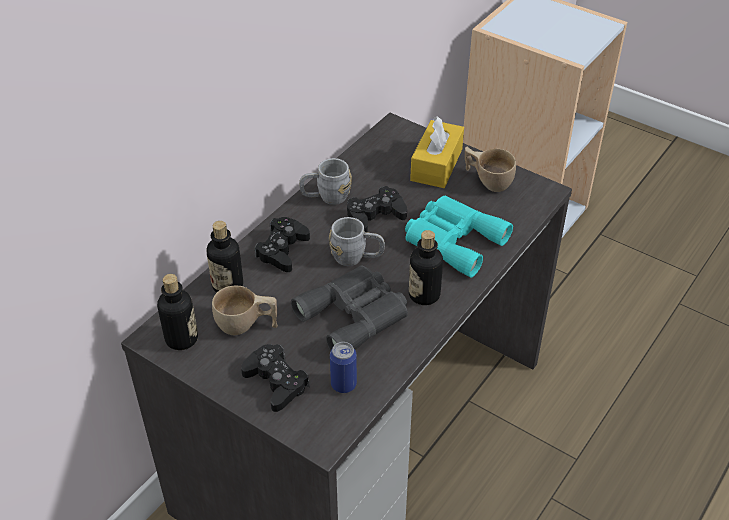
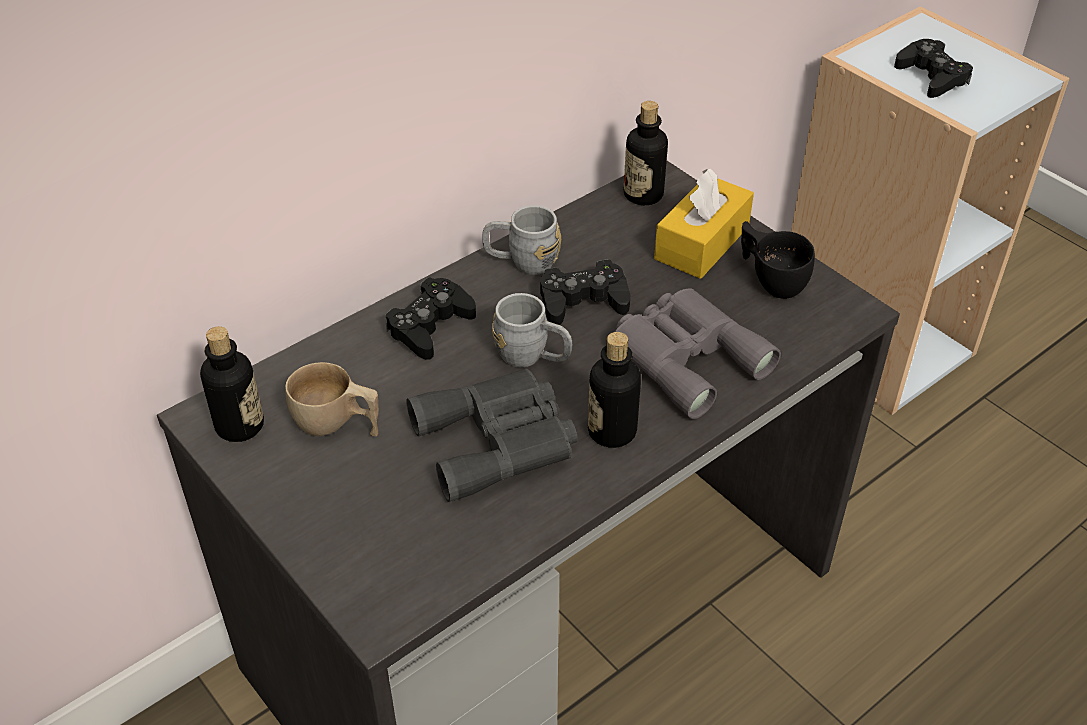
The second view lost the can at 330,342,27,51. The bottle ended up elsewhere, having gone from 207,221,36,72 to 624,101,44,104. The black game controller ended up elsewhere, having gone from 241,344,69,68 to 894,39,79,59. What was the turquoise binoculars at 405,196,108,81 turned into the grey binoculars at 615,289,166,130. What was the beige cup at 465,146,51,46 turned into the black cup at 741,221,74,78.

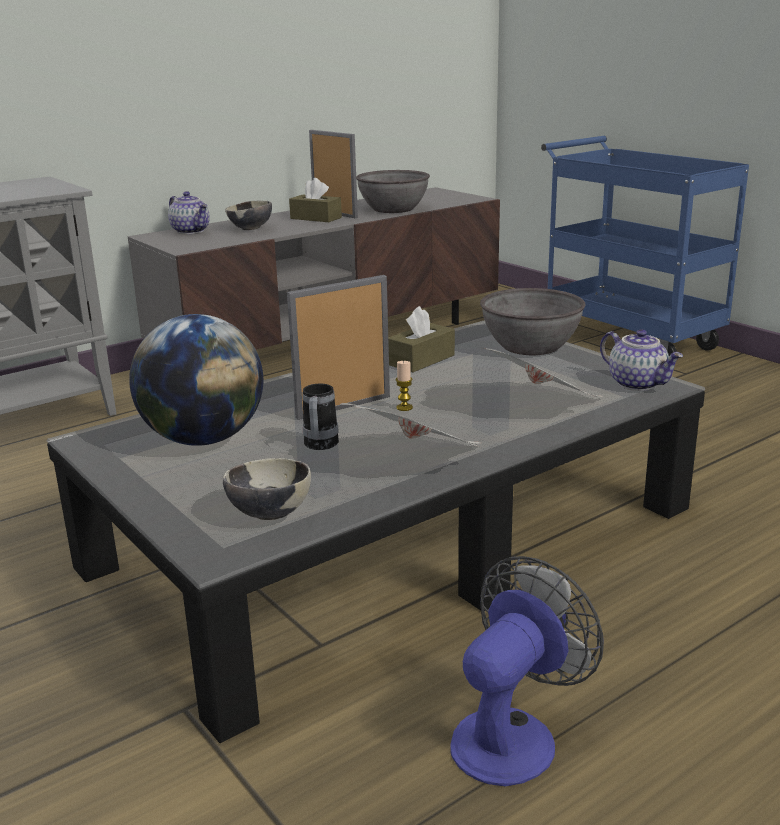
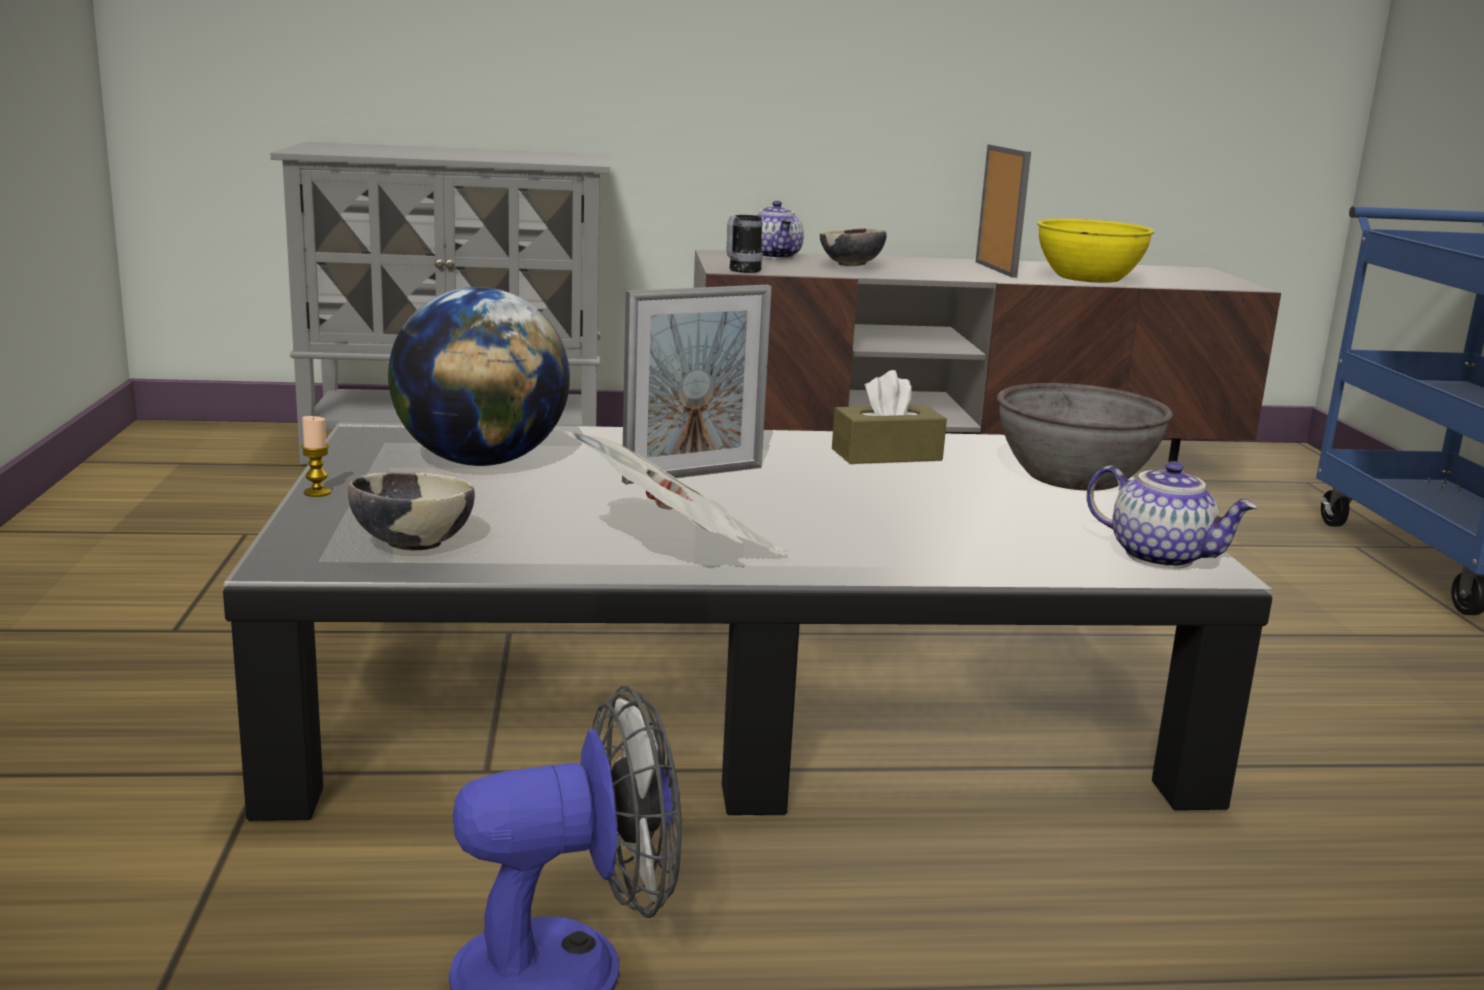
The second view lost the brown tissue box at 289,178,53,44. The second view lost the newspaper at 476,347,127,50. The mug ended up elsewhere, having gone from 302,383,37,67 to 727,215,35,58. The candle ended up elsewhere, having gone from 396,361,17,50 to 301,416,30,81. What was the grey bowl at 356,170,74,43 turned into the yellow bowl at 1037,219,117,64. The picture frame at 287,275,103,145 ended up facing another way, 150 degrees clockwise from before. The teapot at 600,329,83,62 ended up facing another way, 45 degrees counterclockwise from before.

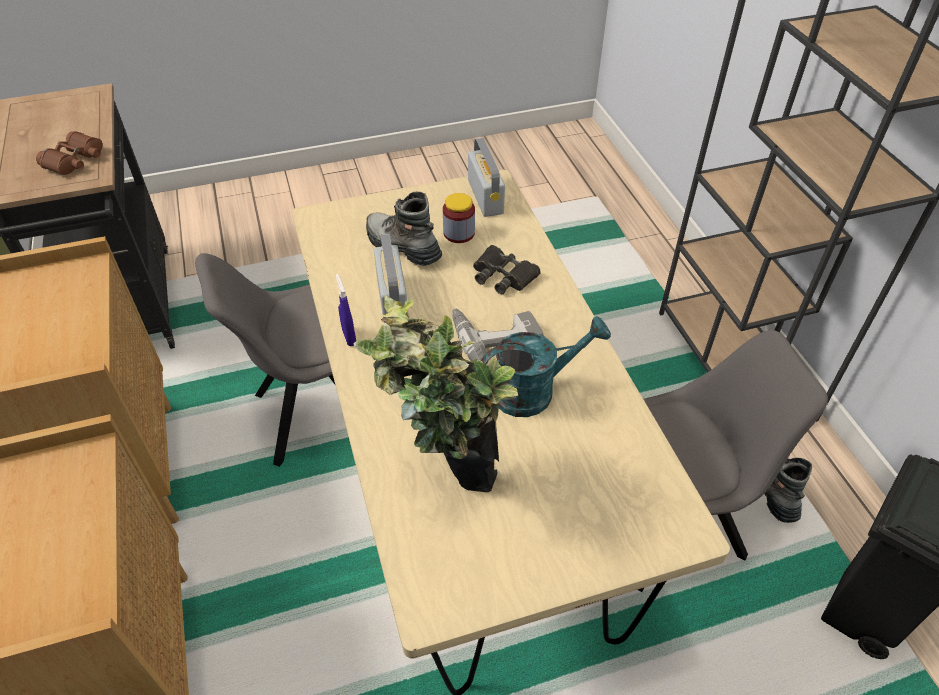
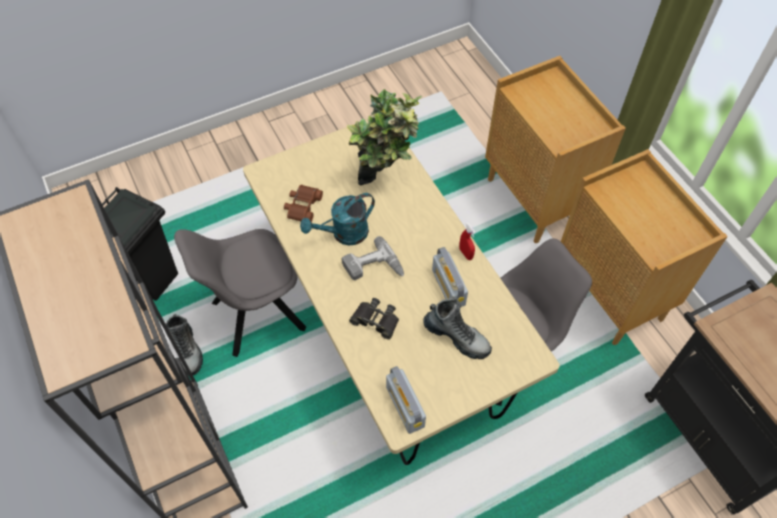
The second view lost the jar at 443,193,32,50. The brown binoculars ended up elsewhere, having gone from 36,131,67,44 to 284,185,39,37. What was the blue spray bottle at 336,274,20,72 turned into the red spray bottle at 459,222,17,38.

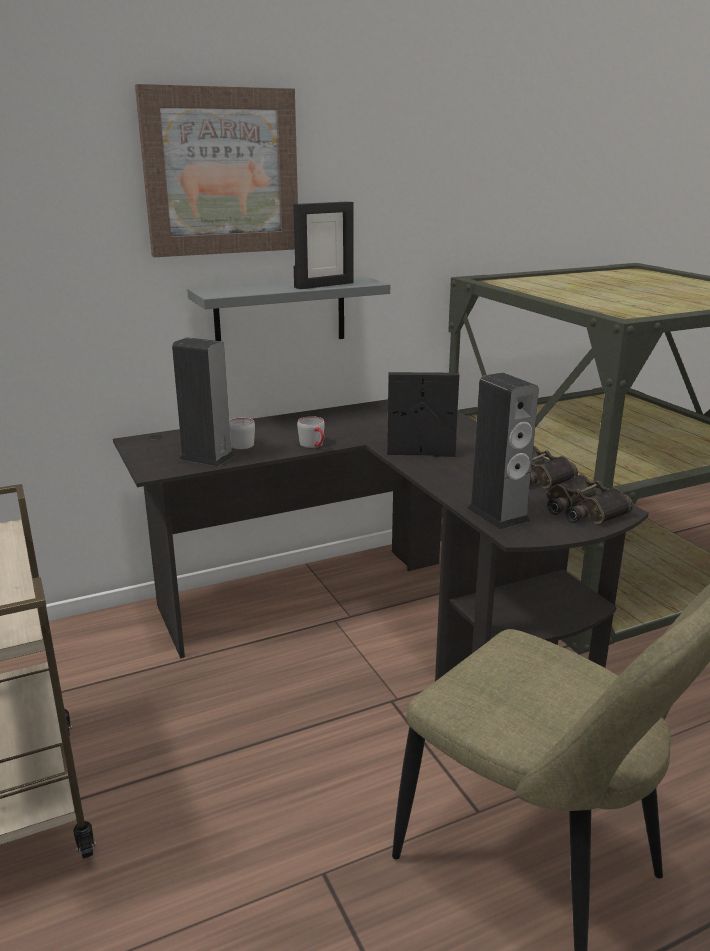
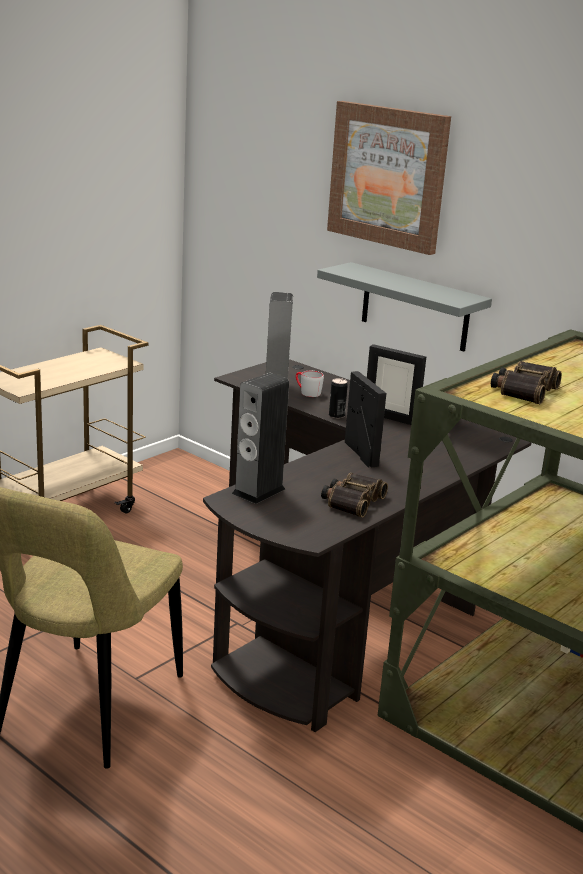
The picture frame ended up elsewhere, having gone from 293,201,60,88 to 367,344,59,81. The binoculars ended up elsewhere, having gone from 547,475,86,49 to 491,361,71,43. Where the grey mug stood at 297,416,28,32, the can came to stand at 329,378,19,40.

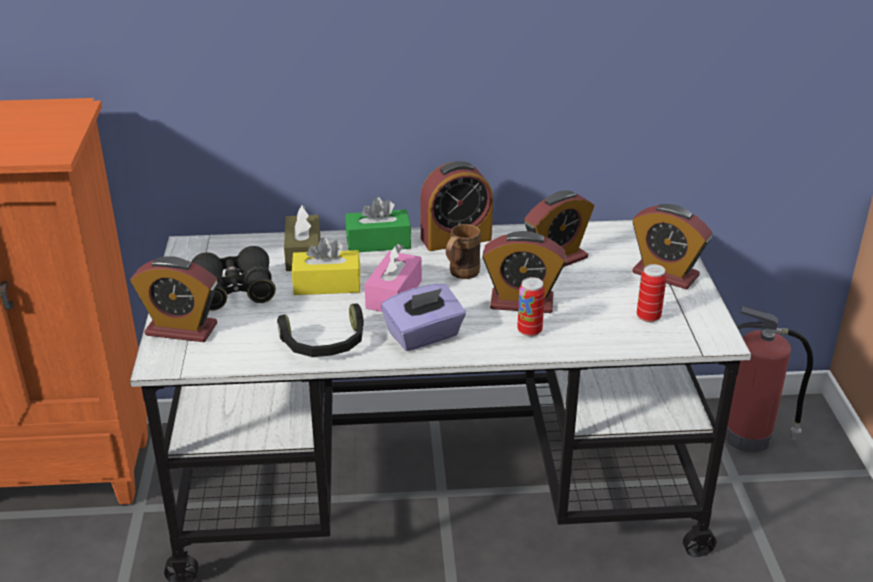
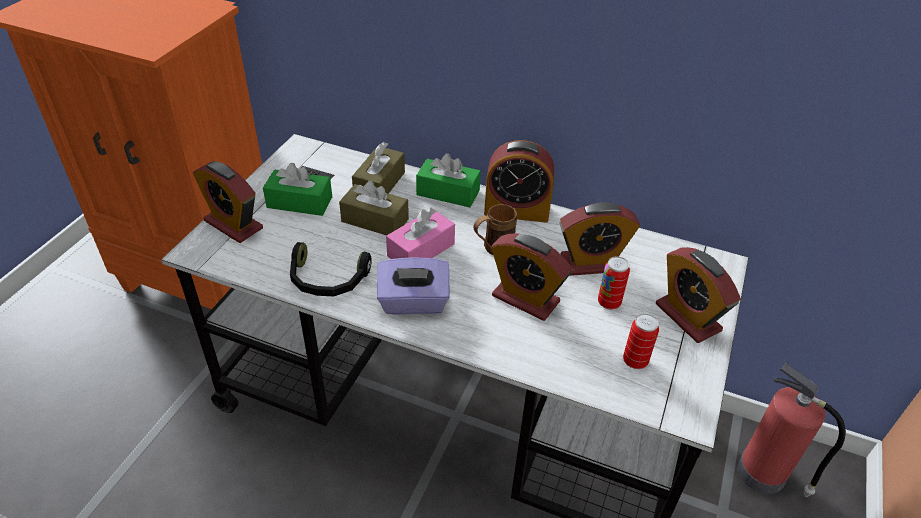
The can ended up elsewhere, having gone from 517,277,28,60 to 598,256,32,53. Where the black binoculars stood at 191,246,85,65, the green tissue box came to stand at 263,163,69,53. What was the yellow tissue box at 292,237,69,58 turned into the brown tissue box at 339,181,70,54.

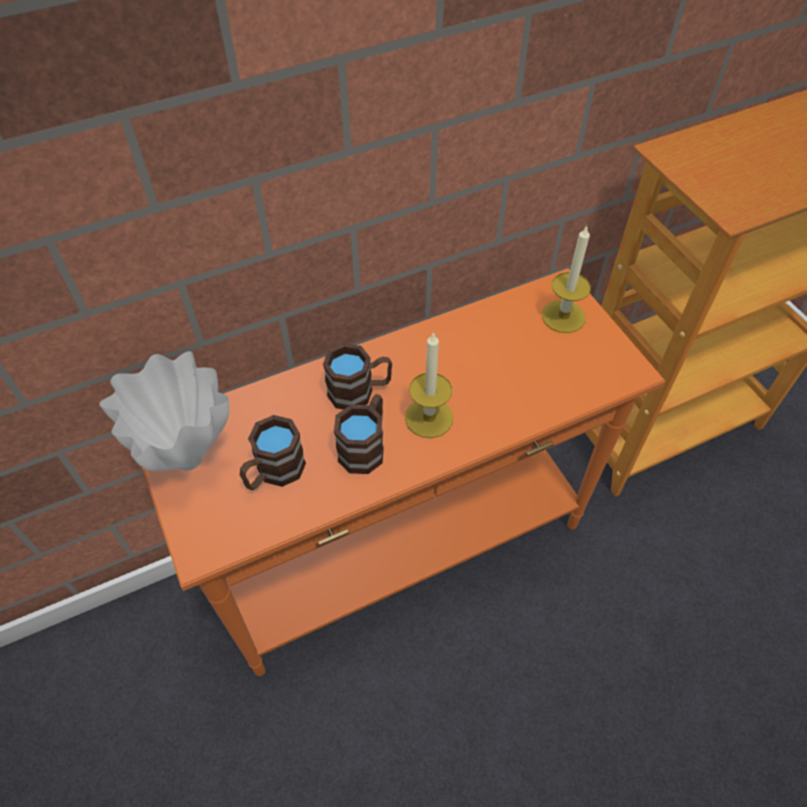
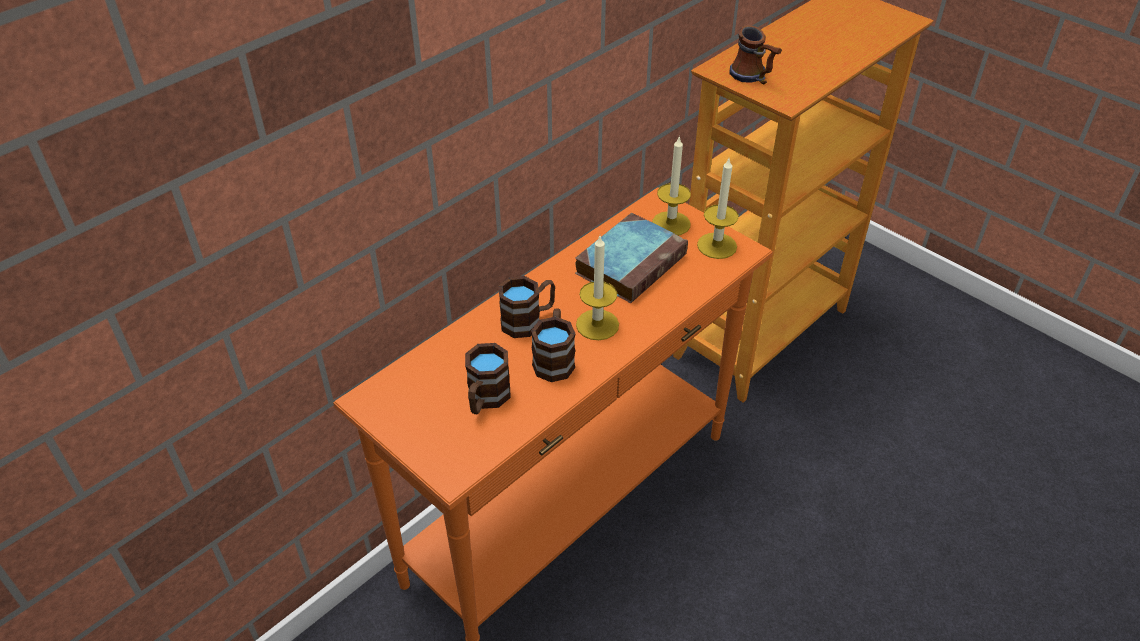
The second view lost the white vase at 99,351,130,120. The second view gained the book at 575,213,113,90. The second view gained the candle at 697,158,42,101. The second view gained the mug at 729,25,53,59.

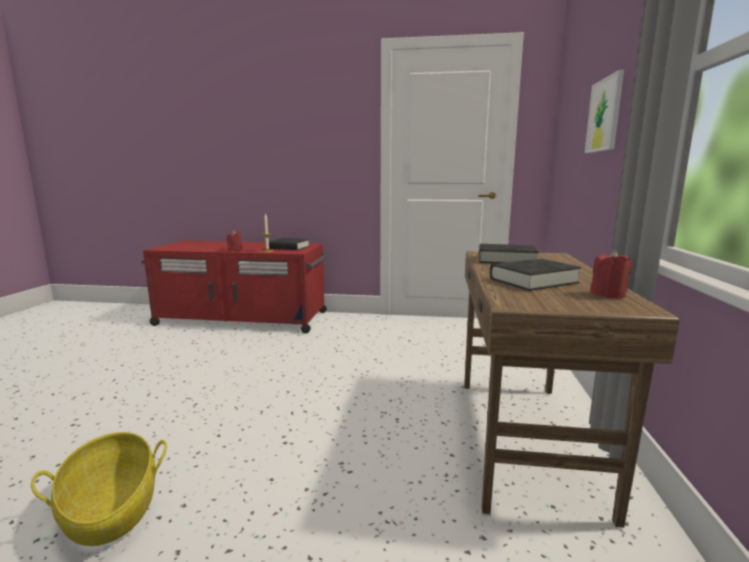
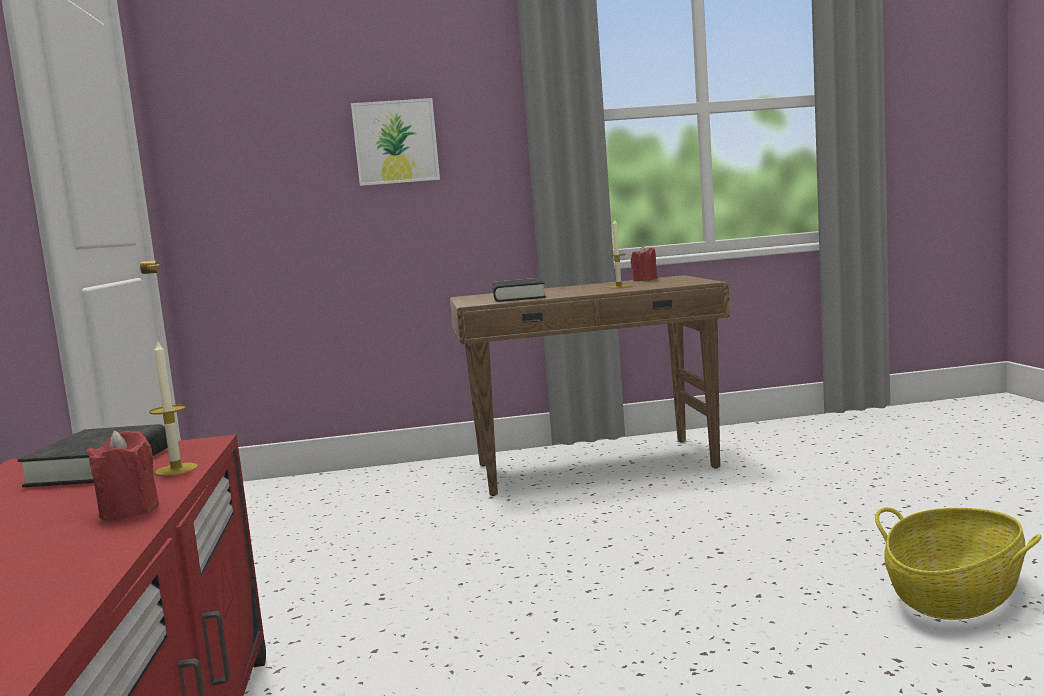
Where the black book stood at 490,259,91,32, the candle came to stand at 608,218,21,70.

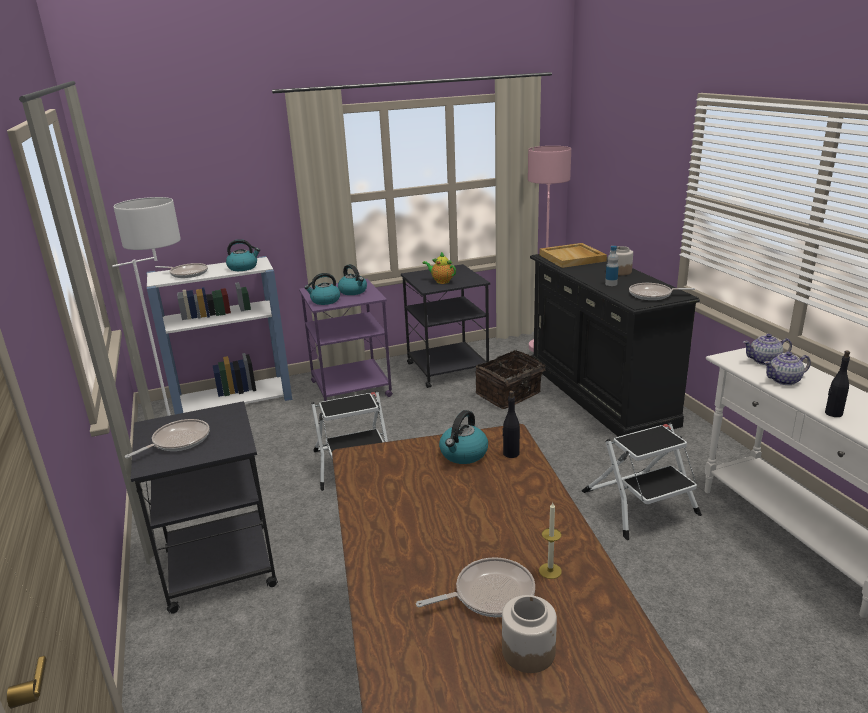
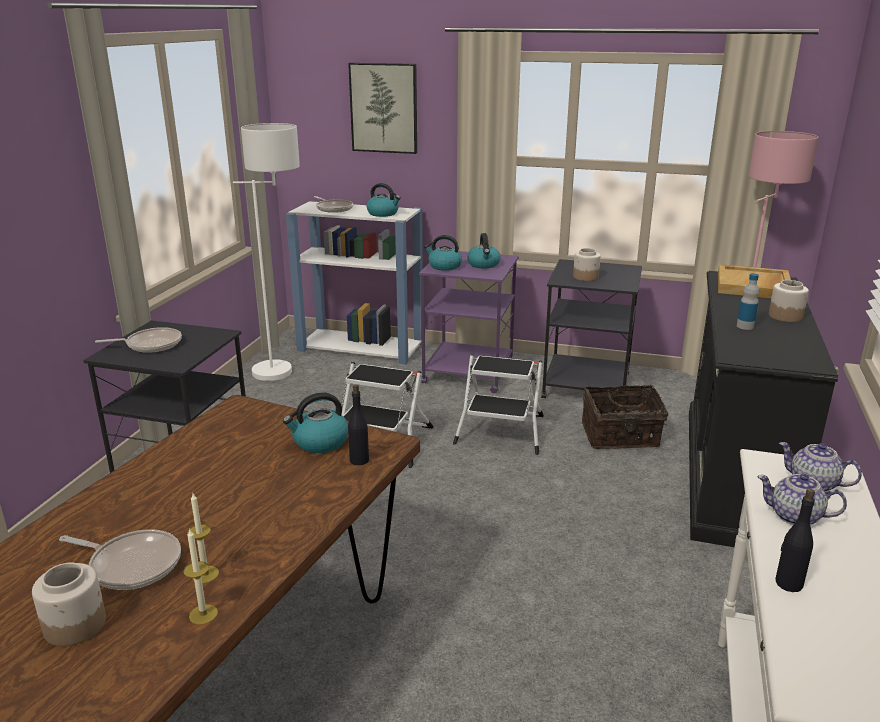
The second view lost the frying pan at 629,283,66,17. The second view gained the candle at 183,530,35,95. The second view gained the picture at 348,63,69,91. The step ladder ended up elsewhere, having gone from 582,422,120,118 to 453,354,91,101. Where the teapot stood at 422,252,34,32, the jar came to stand at 573,248,28,33.

